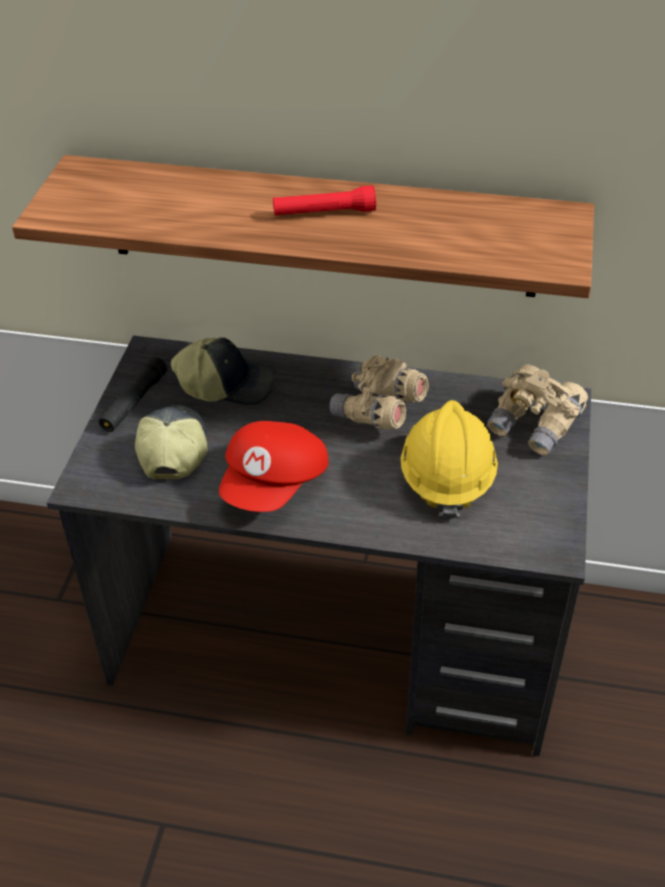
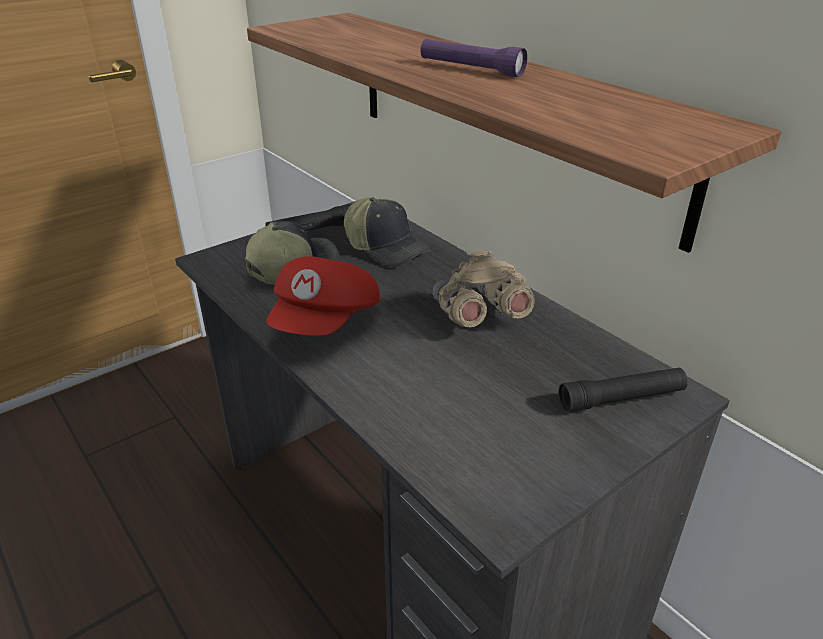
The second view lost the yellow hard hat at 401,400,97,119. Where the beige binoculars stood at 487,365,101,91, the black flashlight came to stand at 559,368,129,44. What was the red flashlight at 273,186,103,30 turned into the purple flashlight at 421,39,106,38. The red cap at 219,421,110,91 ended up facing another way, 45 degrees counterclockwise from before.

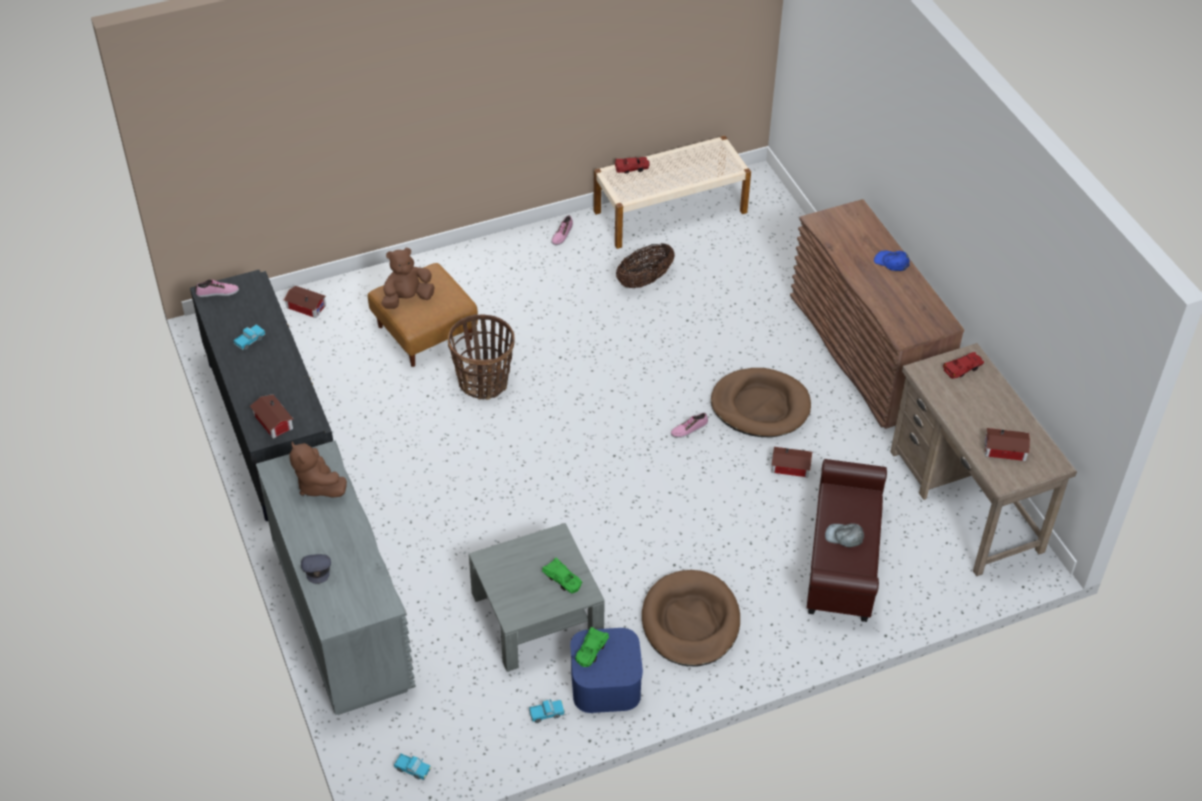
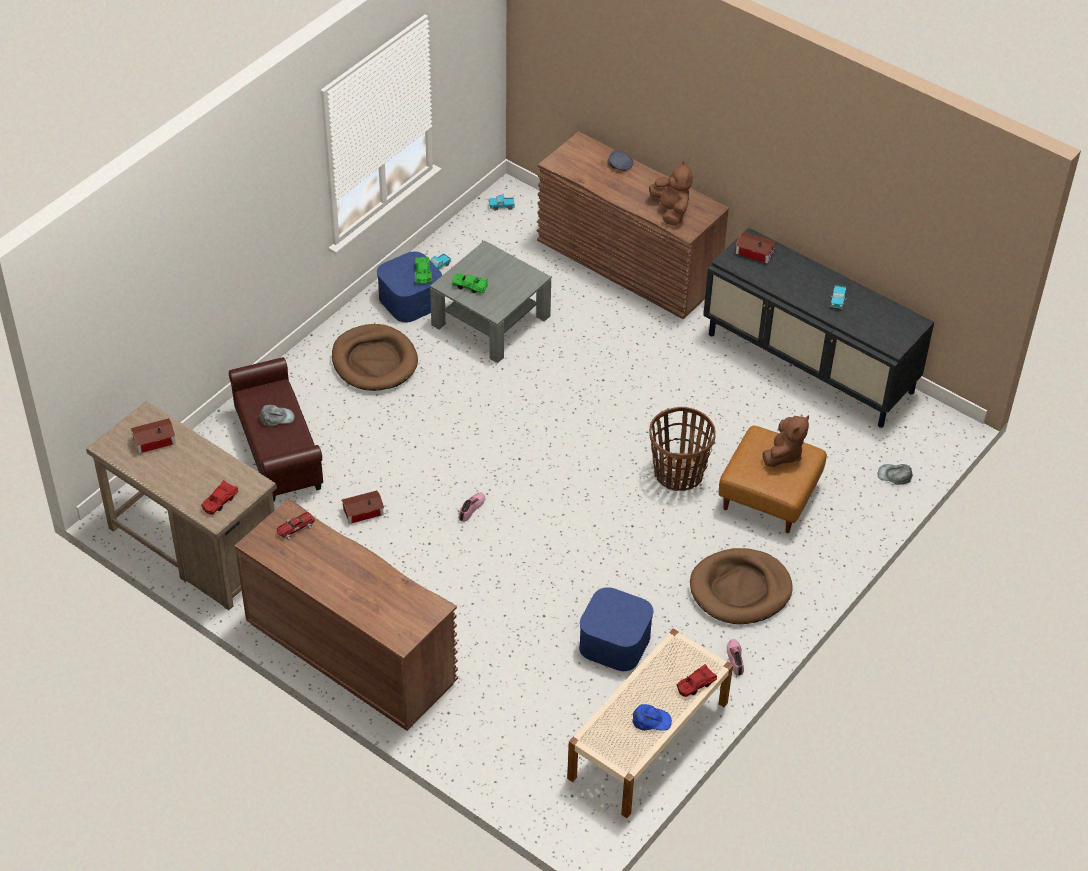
The second view lost the shoe at 195,279,44,18. The second view gained the toy car at 277,512,38,27. The brown dog bed ended up elsewhere, having gone from 711,368,100,69 to 690,548,103,76. The blue cap ended up elsewhere, having gone from 874,250,36,21 to 632,704,40,27. Where the toy house stood at 284,286,42,32, the grey cap came to stand at 877,464,36,21. Where the basket stood at 616,243,59,45, the blue storage box came to stand at 579,587,75,84. What was the grey dresser at 256,441,160,274 turned into the brown dresser at 537,131,192,189. The brown plush toy at 289,442,58,56 ended up facing another way, 45 degrees clockwise from before.

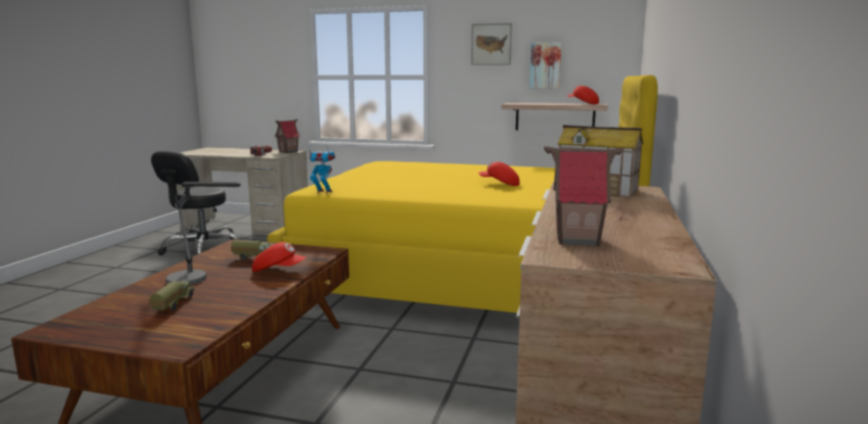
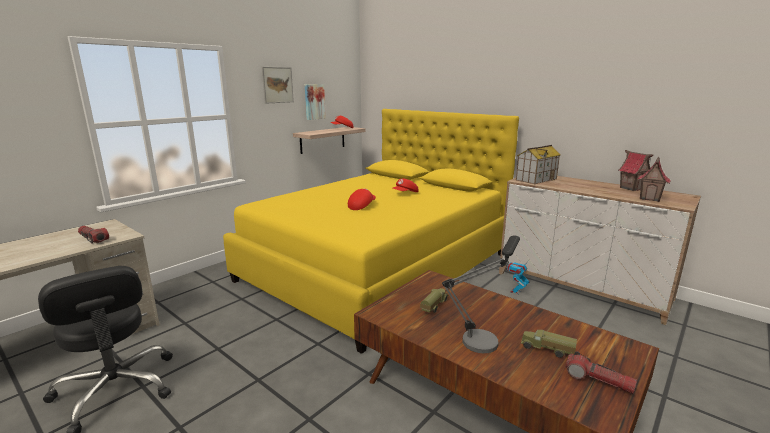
The second view gained the flashlight at 566,351,71,43. The red cap ended up elsewhere, having gone from 252,242,54,30 to 348,188,28,22. The toy house ended up elsewhere, having gone from 275,119,25,34 to 618,150,35,41. The toy robot ended up elsewhere, having gone from 308,146,28,48 to 506,262,23,32.

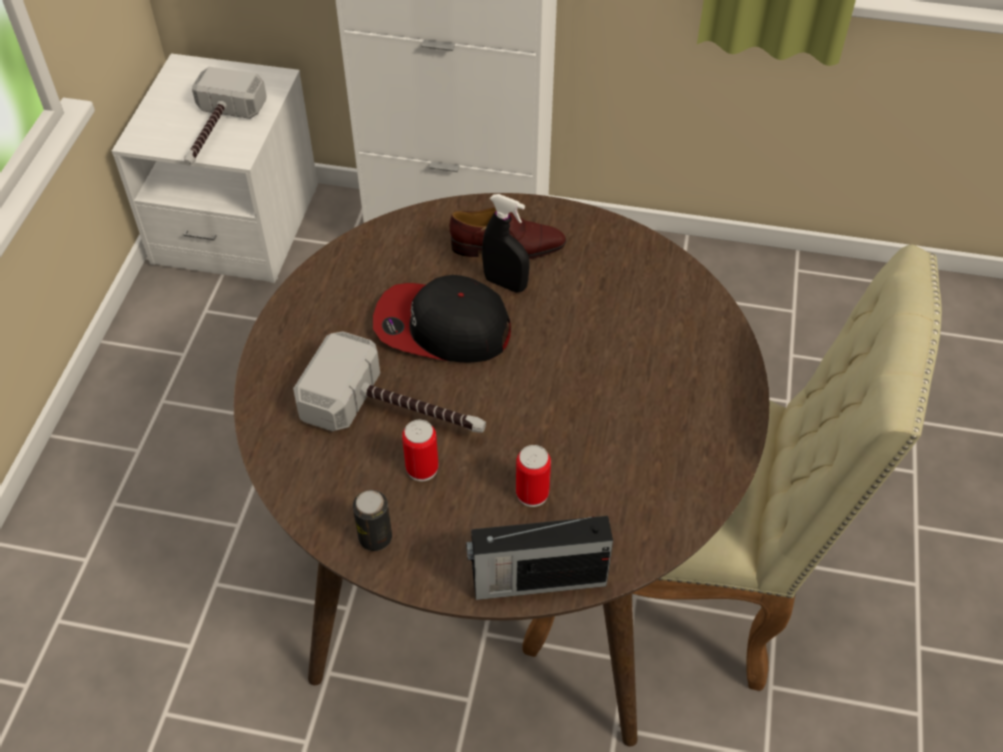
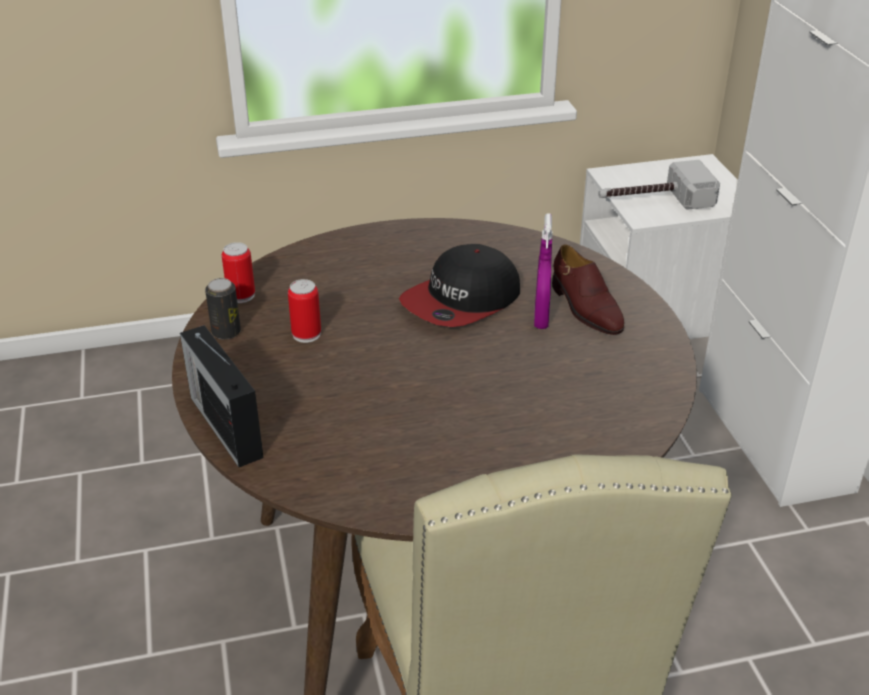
The second view lost the hammer at 293,332,193,101. The can ended up elsewhere, having gone from 516,445,35,62 to 222,242,33,61. What was the black spray bottle at 482,194,48,99 turned into the purple spray bottle at 534,214,19,115. The cap at 373,275,138,88 ended up facing another way, 120 degrees counterclockwise from before.

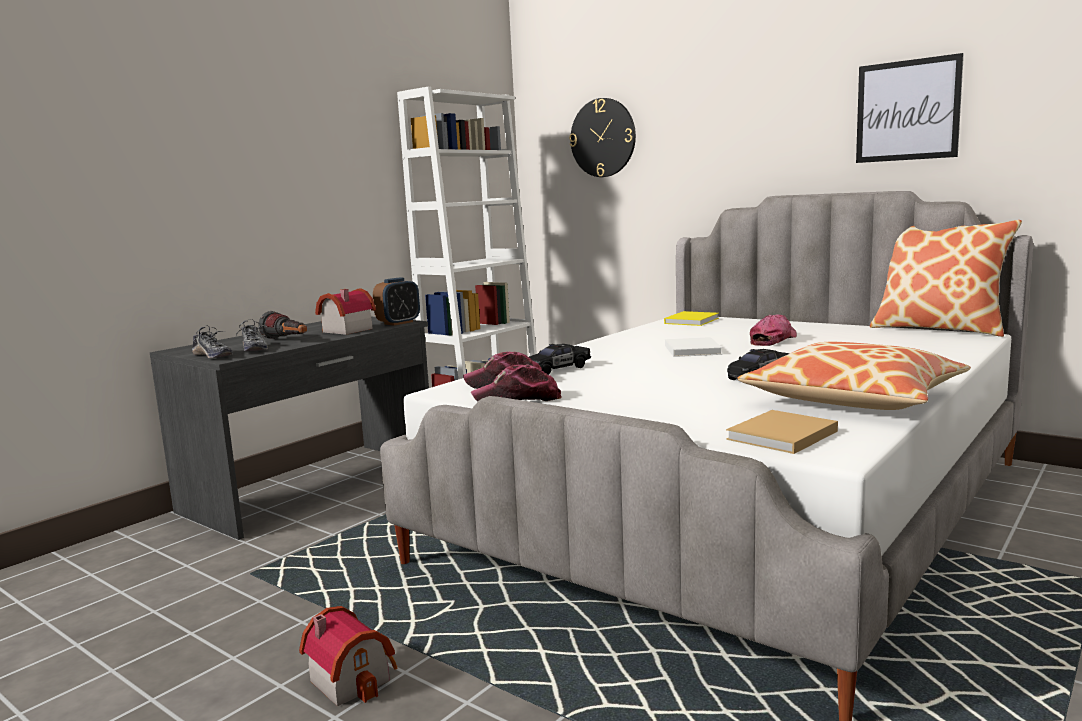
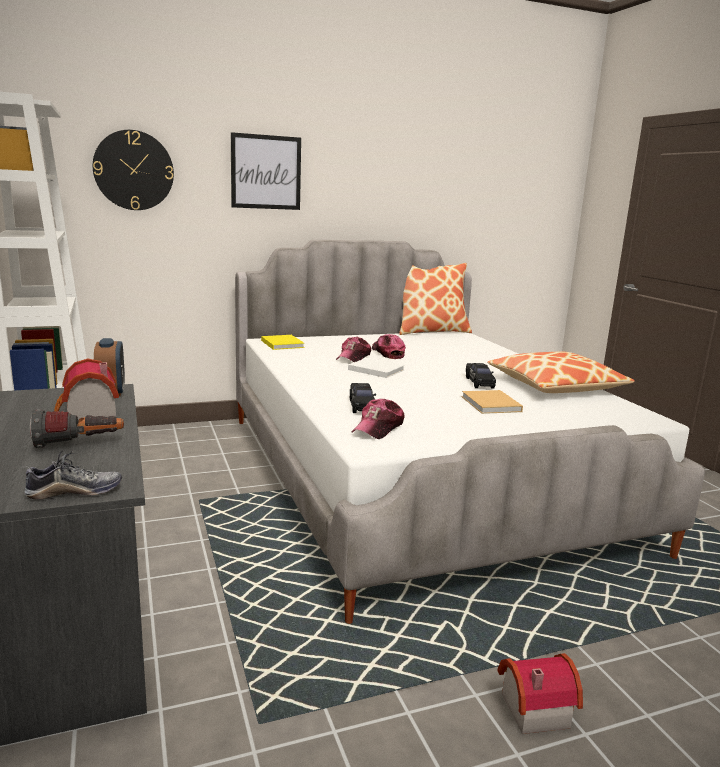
The second view lost the shoe at 236,319,32,32. The cap ended up elsewhere, having gone from 471,364,91,37 to 336,337,35,25. The beige book ended up elsewhere, having gone from 726,410,112,44 to 462,390,61,24. The picture ended up elsewhere, having gone from 856,53,108,110 to 231,132,70,78.

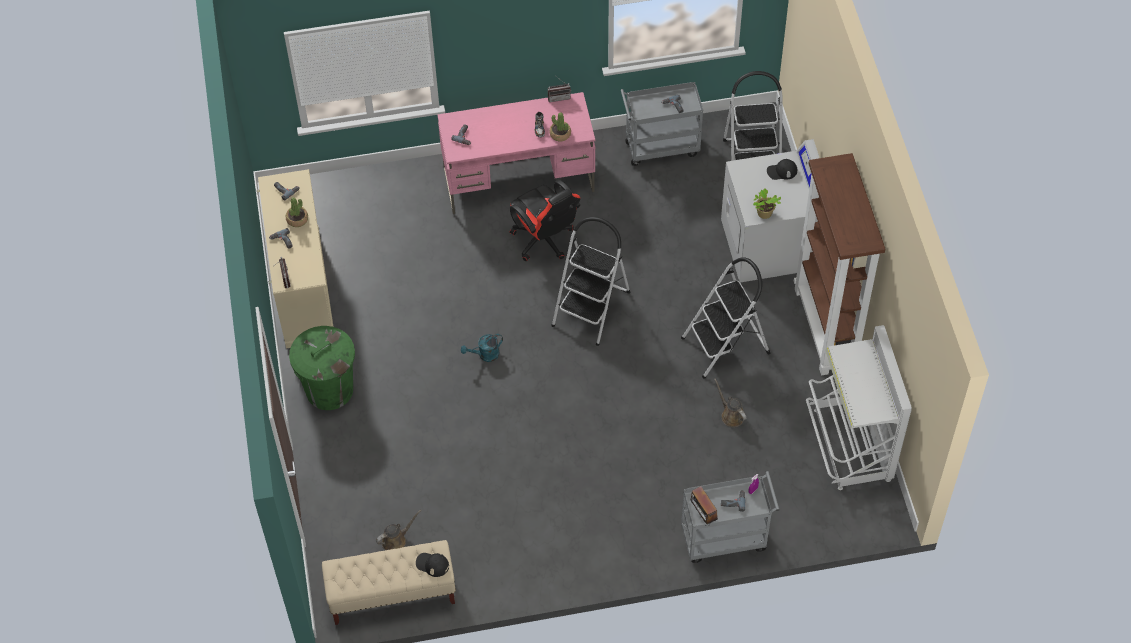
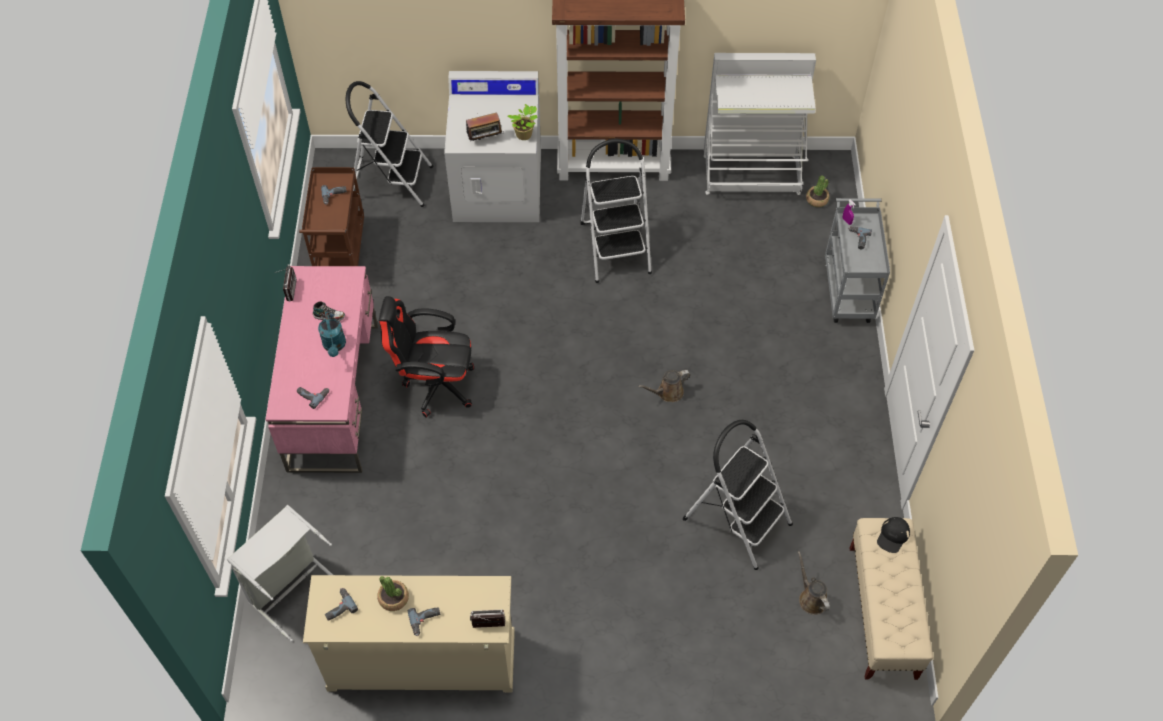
The second view lost the green trash can at 289,326,66,84. The second view lost the black cap at 767,159,30,21. The second view gained the grey laundry basket at 227,505,106,137. The turquoise watering can ended up elsewhere, having gone from 461,334,42,28 to 318,311,28,46. The potted plant ended up elsewhere, having gone from 549,113,22,28 to 806,175,23,32. The step ladder ended up elsewhere, having gone from 551,217,79,129 to 683,420,110,150. The radio ended up elsewhere, having gone from 691,486,27,40 to 466,113,38,28. The brown watering can ended up elsewhere, having gone from 714,378,32,49 to 638,370,52,32. What was the grey cart at 621,82,82,84 turned into the brown cart at 299,167,65,99. The black office chair at 509,180,72,81 ended up facing another way, 150 degrees counterclockwise from before.

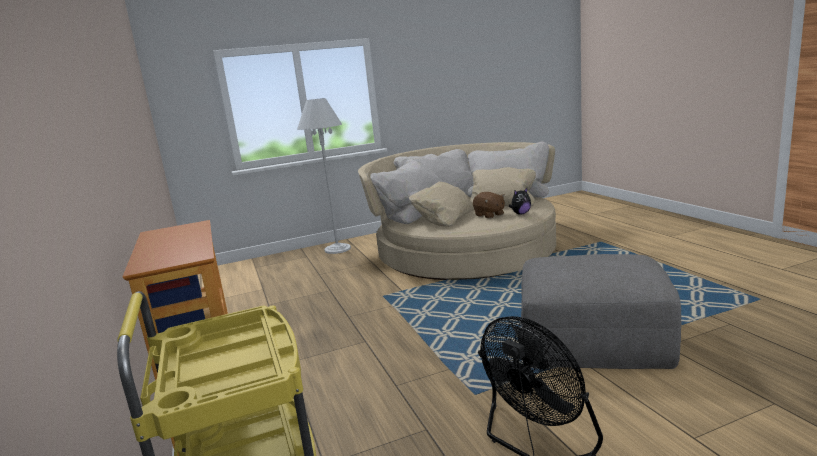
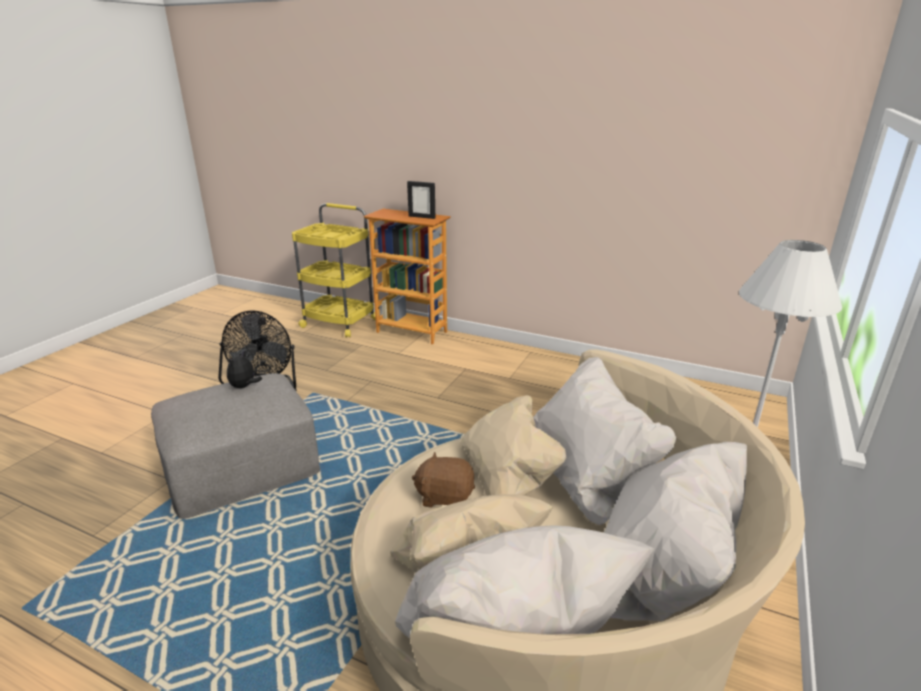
The second view gained the picture frame at 407,181,28,38. The plush toy ended up elsewhere, having gone from 509,188,22,27 to 227,350,35,38.

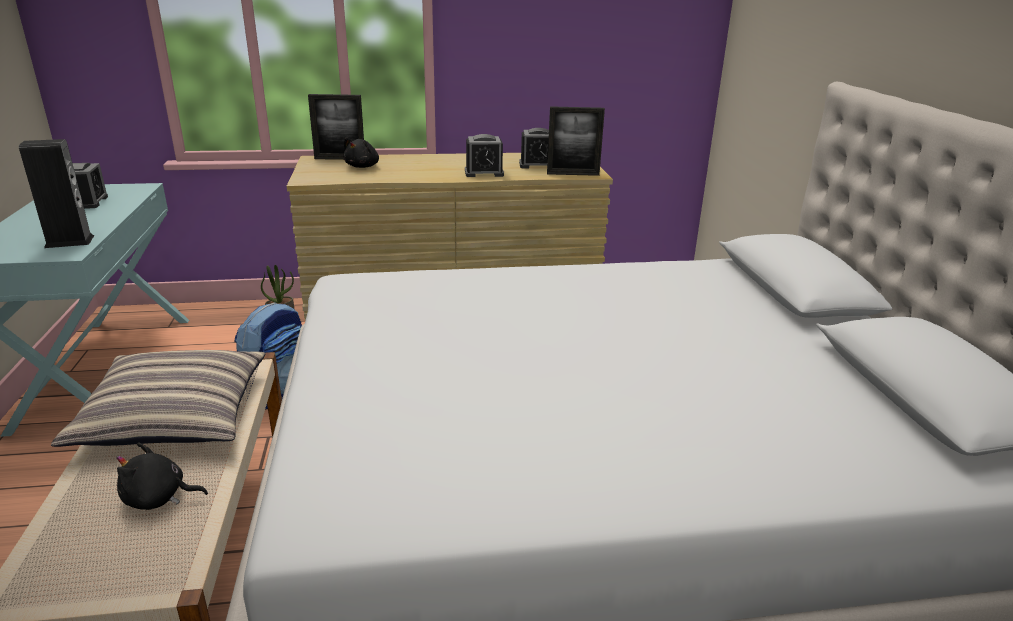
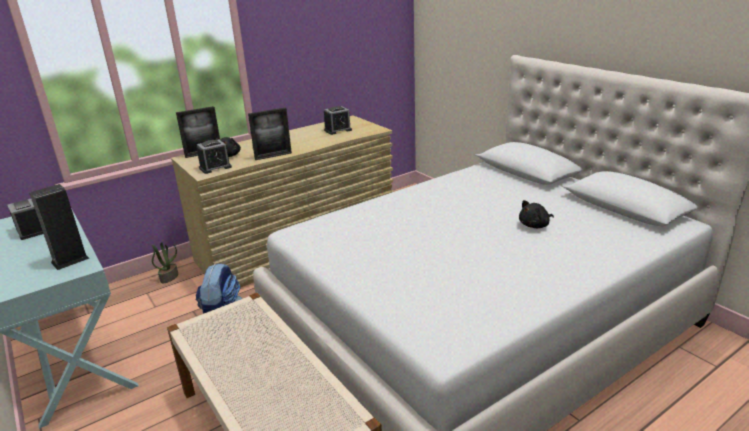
The second view lost the pillow at 51,350,214,97. The black plush toy ended up elsewhere, having gone from 116,443,92,67 to 519,200,35,28. The alarm clock ended up elsewhere, having gone from 465,134,39,43 to 196,139,36,35. The picture frame ended up elsewhere, having gone from 547,106,58,70 to 248,108,44,52.

